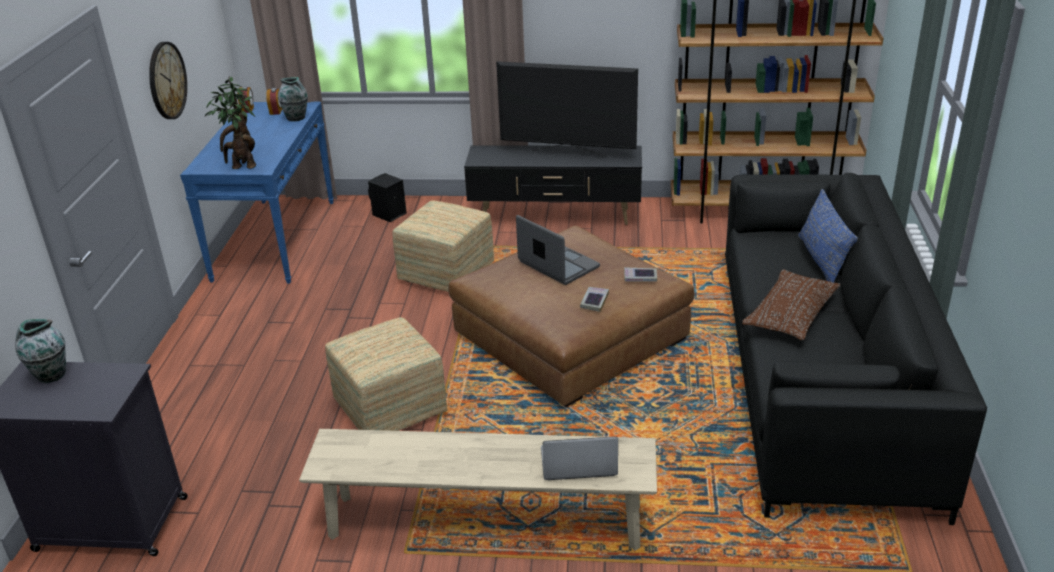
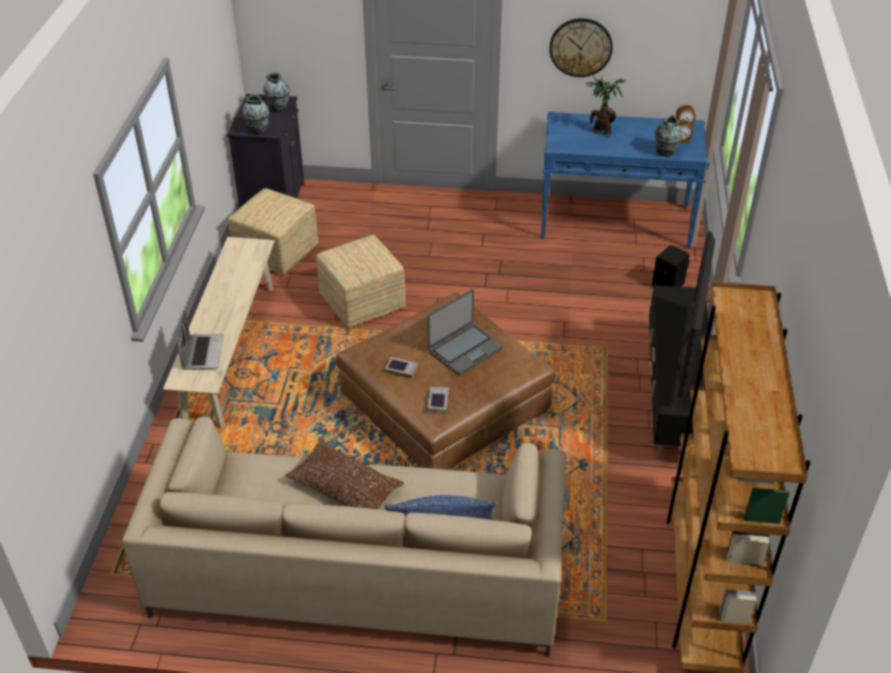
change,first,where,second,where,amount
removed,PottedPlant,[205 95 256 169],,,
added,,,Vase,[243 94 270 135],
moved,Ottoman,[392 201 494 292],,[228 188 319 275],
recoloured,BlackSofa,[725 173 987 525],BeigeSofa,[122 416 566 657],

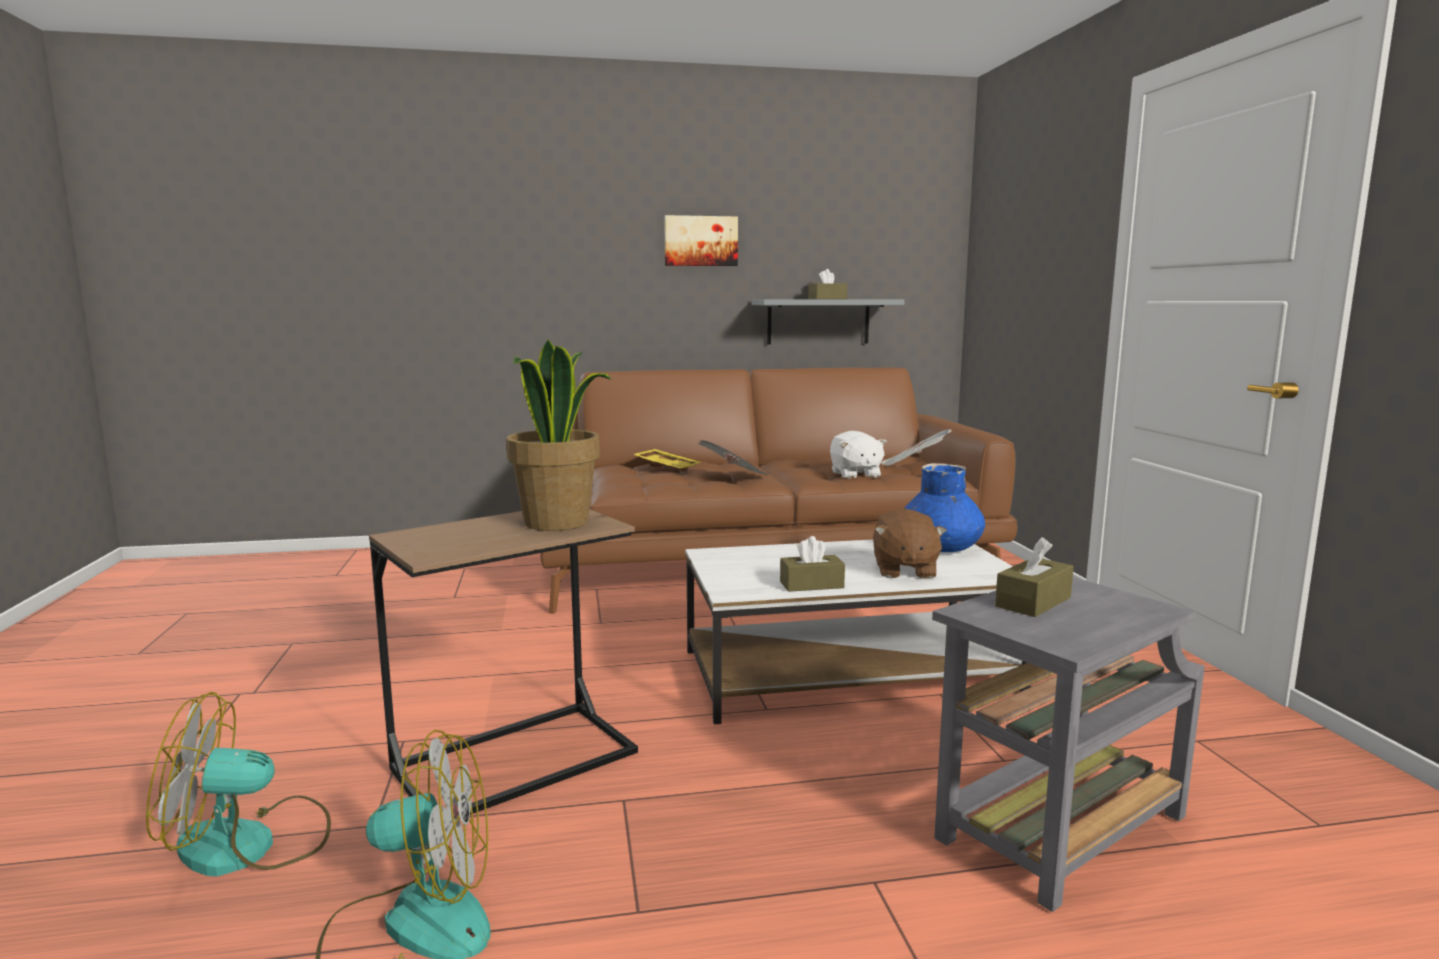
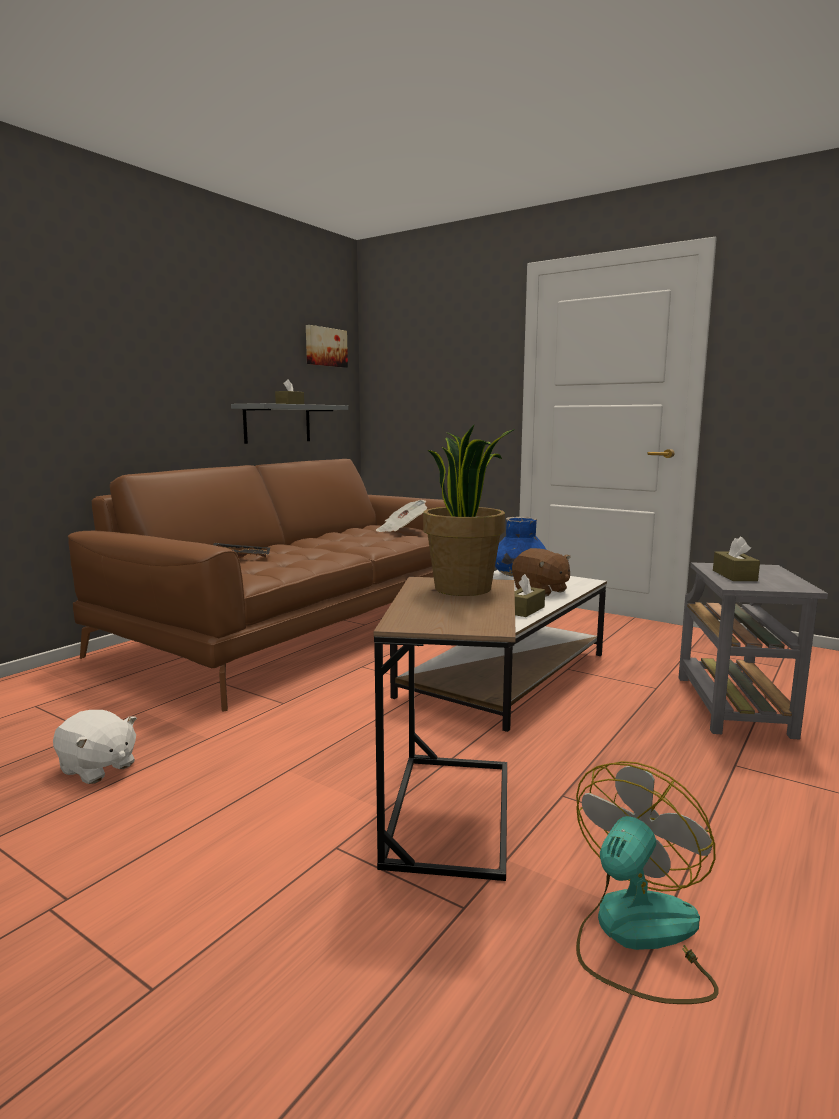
change,first,where,second,where,amount
removed,Fan,[146 692 331 876],,,
removed,Newspaper,[698 440 770 475],,,
moved,Picture,[664 215 738 266],,[306 325 348 368],
moved,WhitePlushToy,[830 431 887 479],,[53 710 137 784],
recoloured,YellowTray,[633 449 700 472],BlackTray,[213 543 270 558],

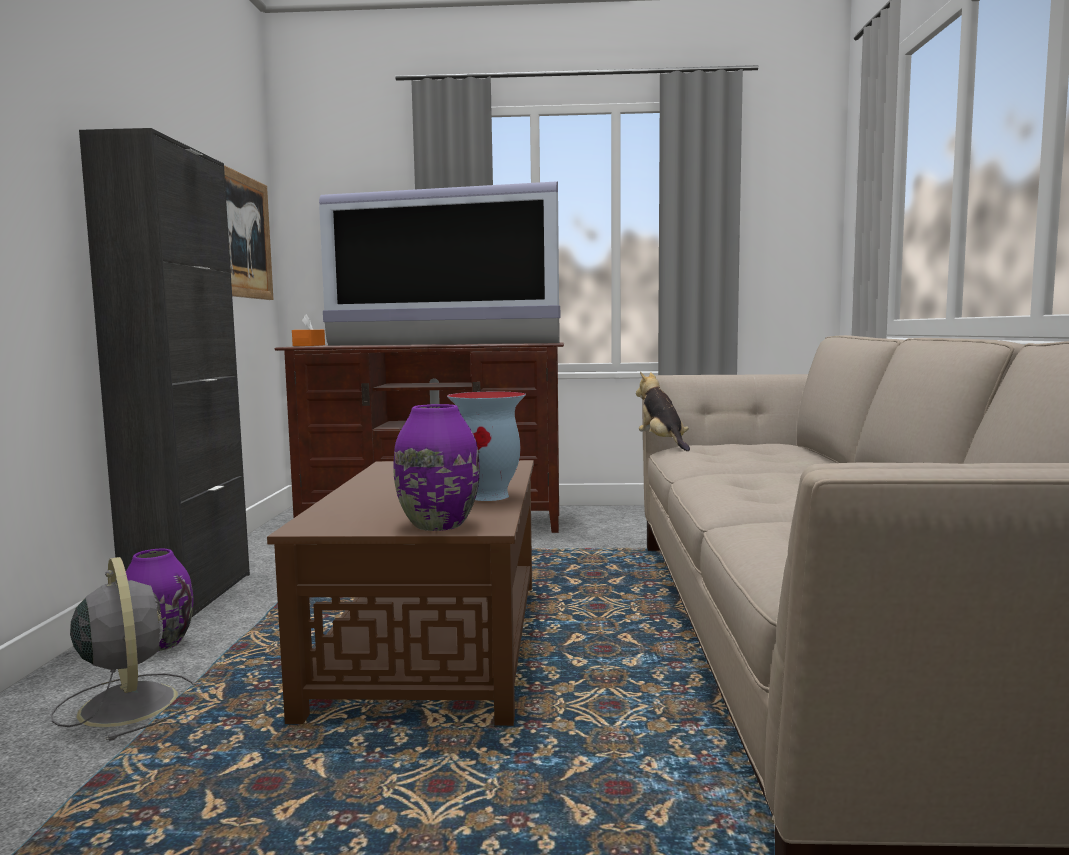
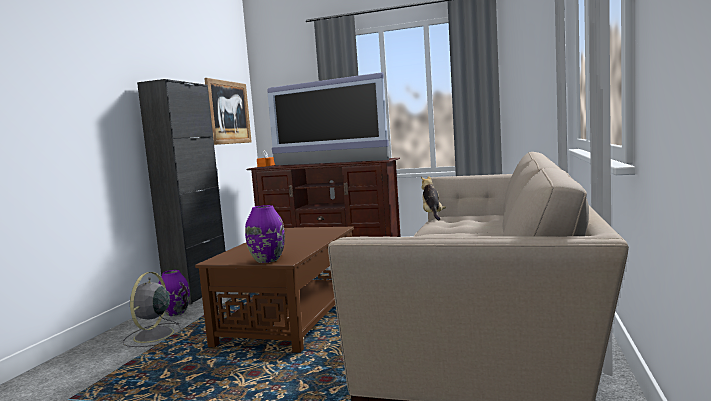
change,first,where,second,where,amount
removed,Vase,[447 392 526 501],,,
turned,GreyFan,[51 557 195 741],,[123 272 181 347],150 degrees counterclockwise

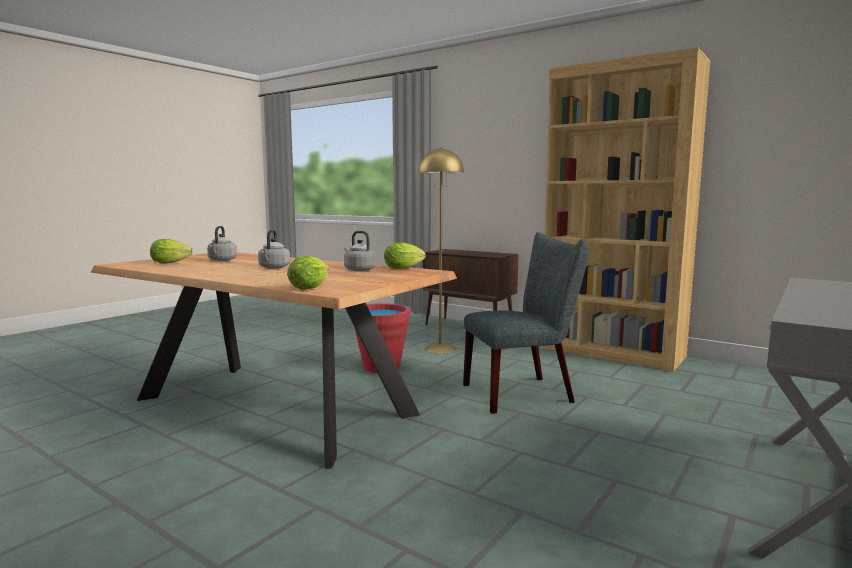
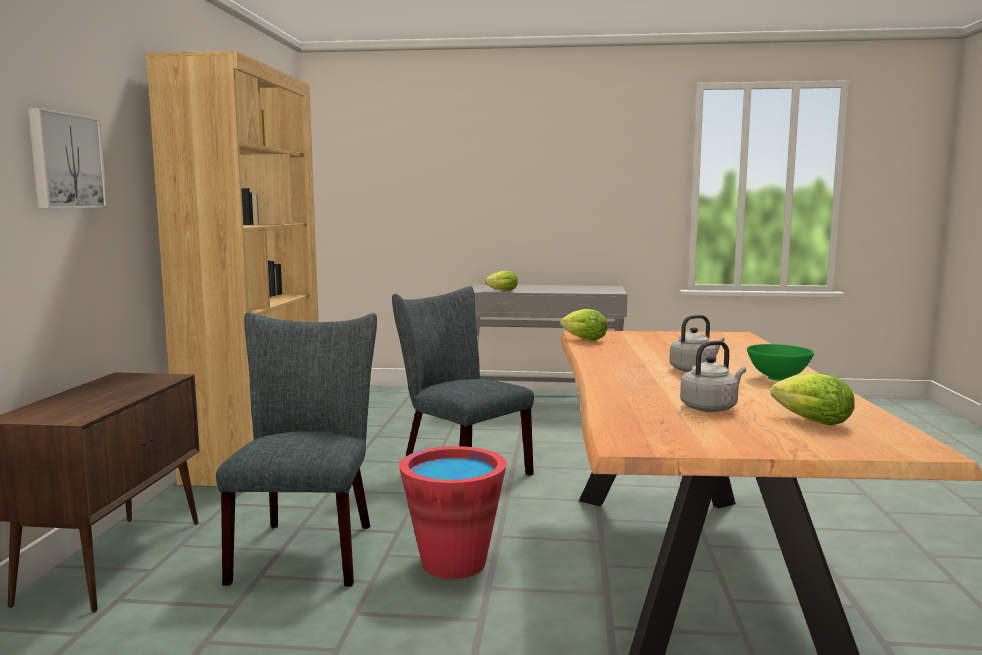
change,first,where,second,where,amount
removed,GreyKettle,[344 231 376 271],,,
added,,,Picture,[28 108 107 208],
added,,,GreenBowl,[747 344 814 381],
moved,Lettuce,[287 255 329 290],,[485 271 518 291],
replaced,YellowFloorLamp,[418 147 464 354],GreyChair,[216 312 377 586],

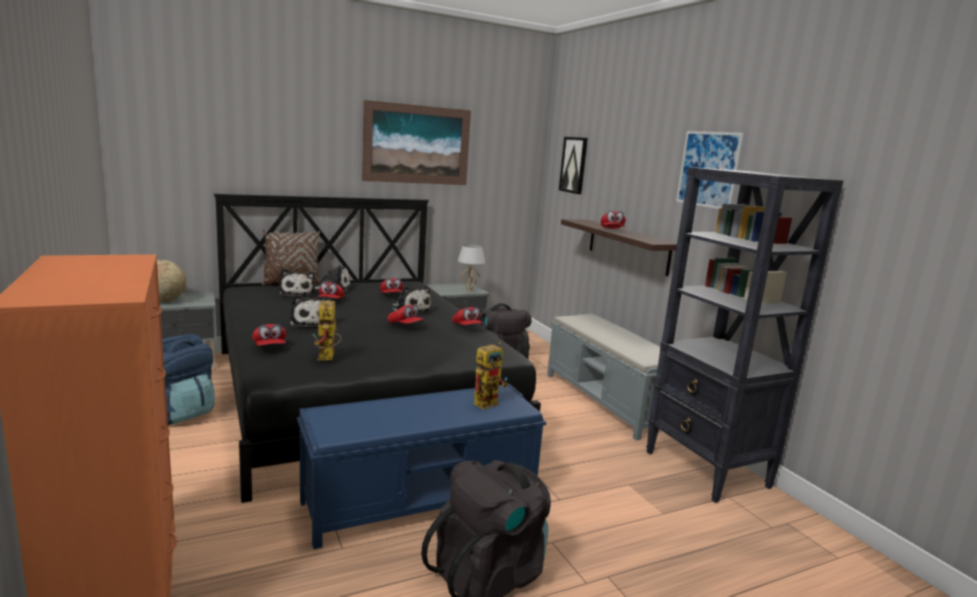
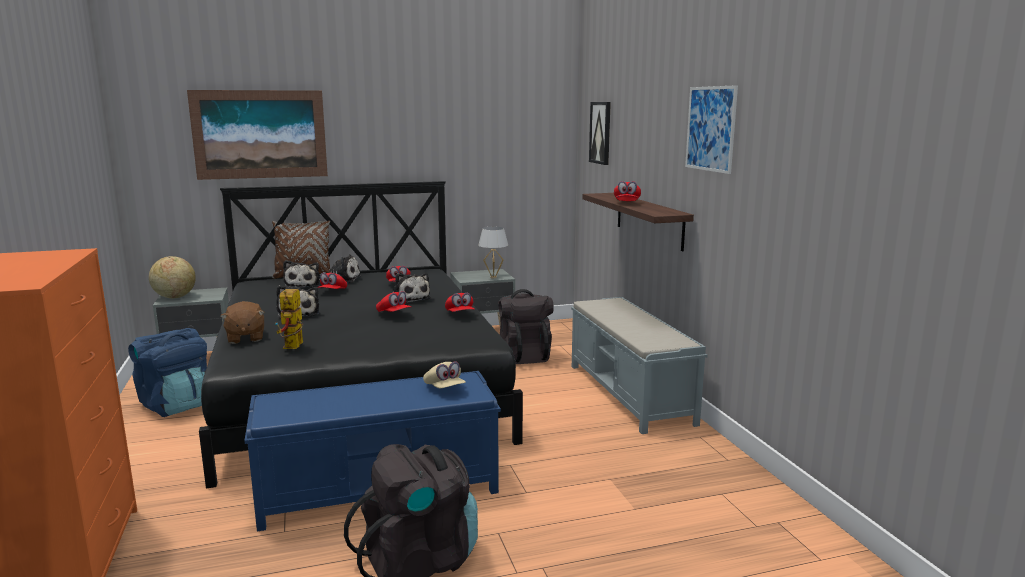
change,first,where,second,where,amount
removed,BlackBookcase,[646 167 843 503],,,
moved,Picture,[362 100 471 185],,[187 90 328 180],
replaced,RedCap,[252 324 286 346],BrownPlushToy,[220 301 265 344],
replaced,ToyRobot,[474 342 508 410],BeigeCap,[423 361 466 388],

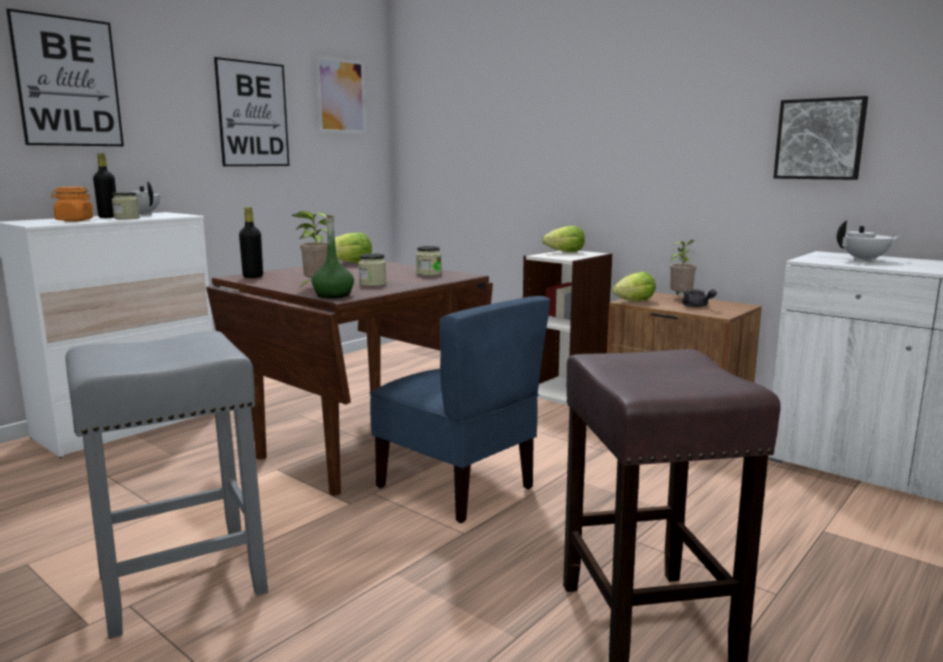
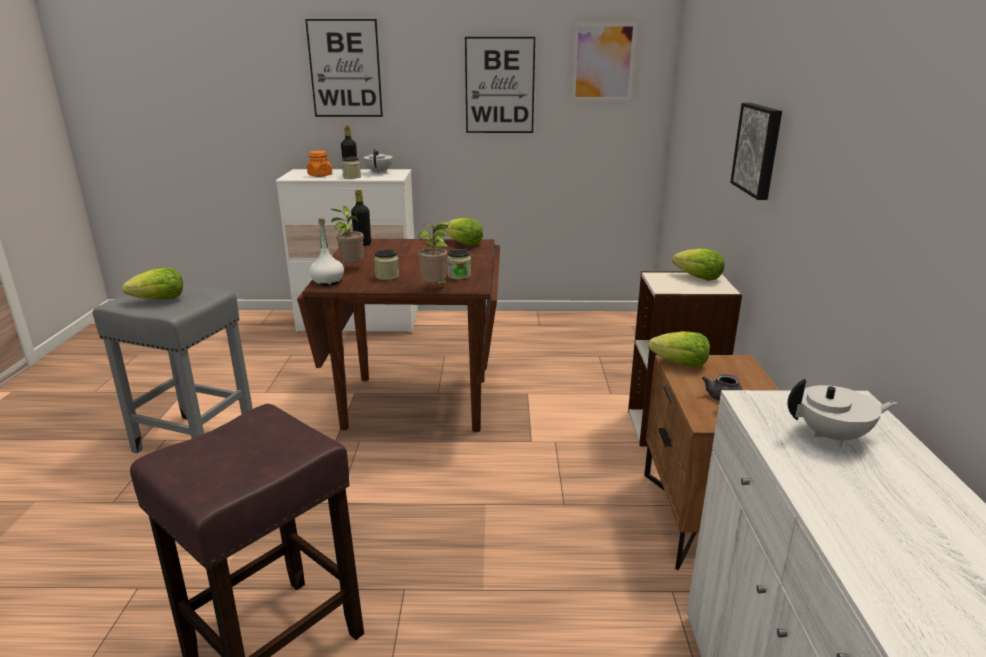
change,first,where,second,where,amount
removed,BlueChair,[370 296 550 523],,,
added,,,Lettuce,[122 267 183 300],
moved,PottedPlant,[670 240 696 295],,[418 222 451 284],
moved,Picture,[773 96 868 180],,[730 103 782 200],
recoloured,GreenBottle,[312 215 354 298],WhiteBottle,[309 218 344 286],
turned,WhiteTeapot,[837 220 901 262],,[788 379 897 447],45 degrees counterclockwise

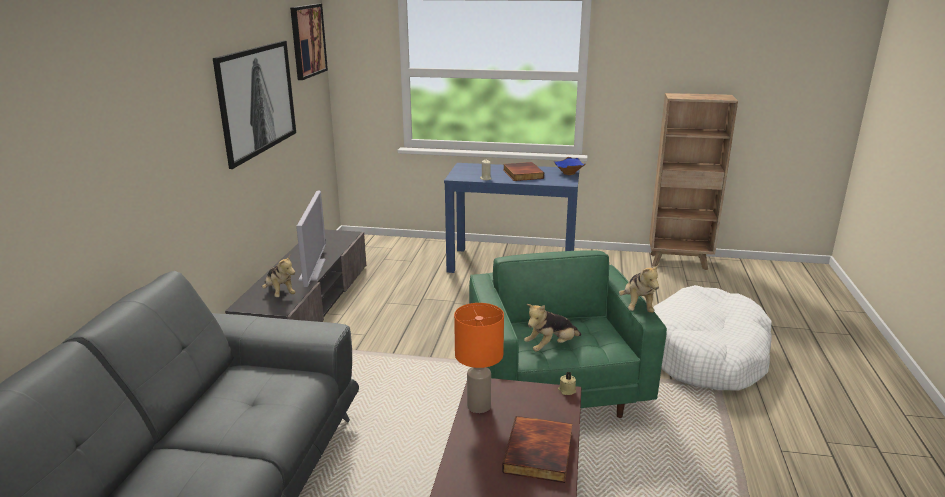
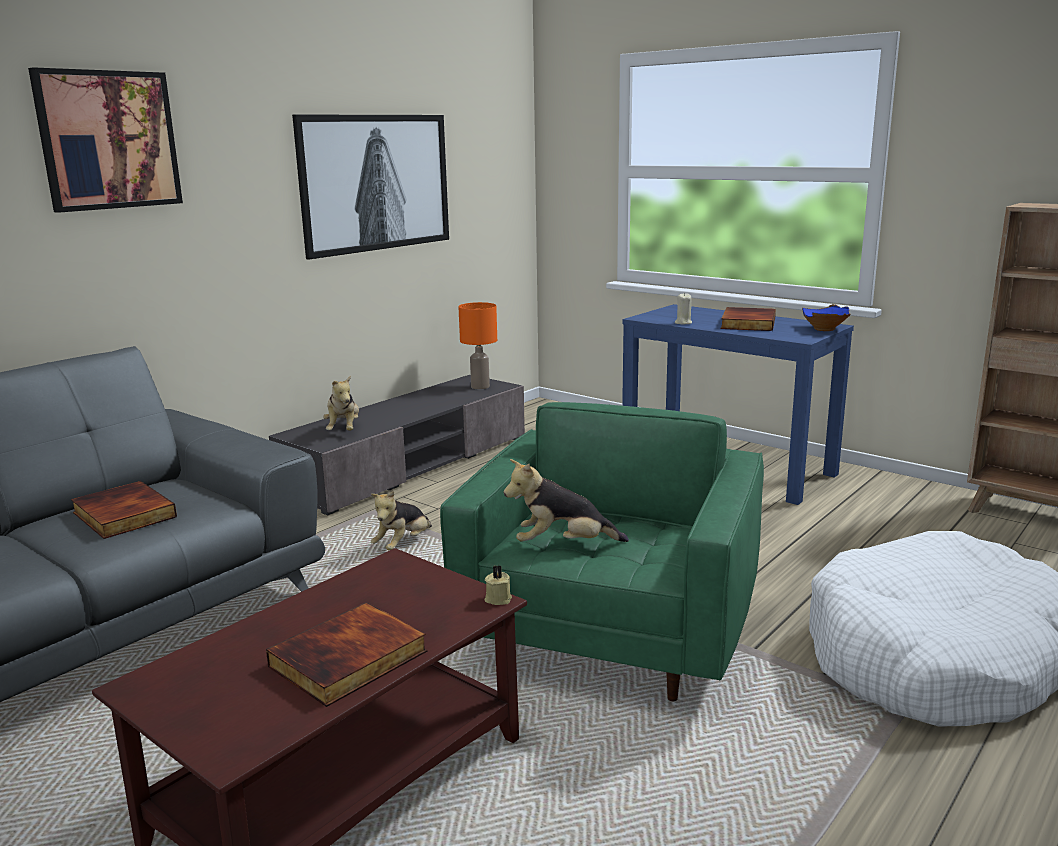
change,first,where,second,where,amount
removed,Television,[296 191 326 287],,,
added,,,Book,[71 481 177 539],
moved,Picture,[290 4 328 80],,[28 67 183 213],
moved,OrangeTableLamp,[454 303 504 413],,[458 302 497 389],
moved,PlushToy,[619 264 659 313],,[371 490 432 551],

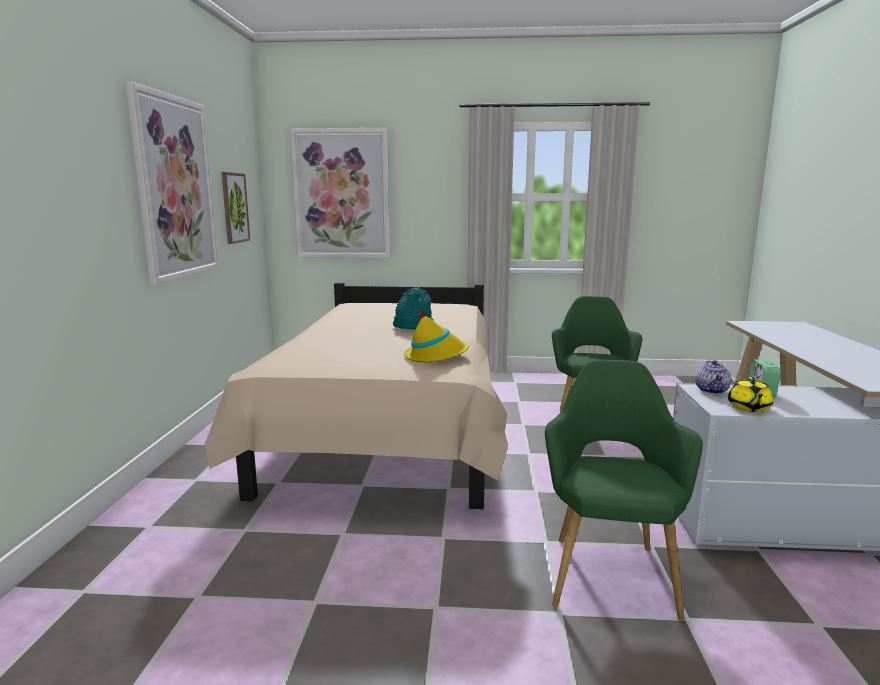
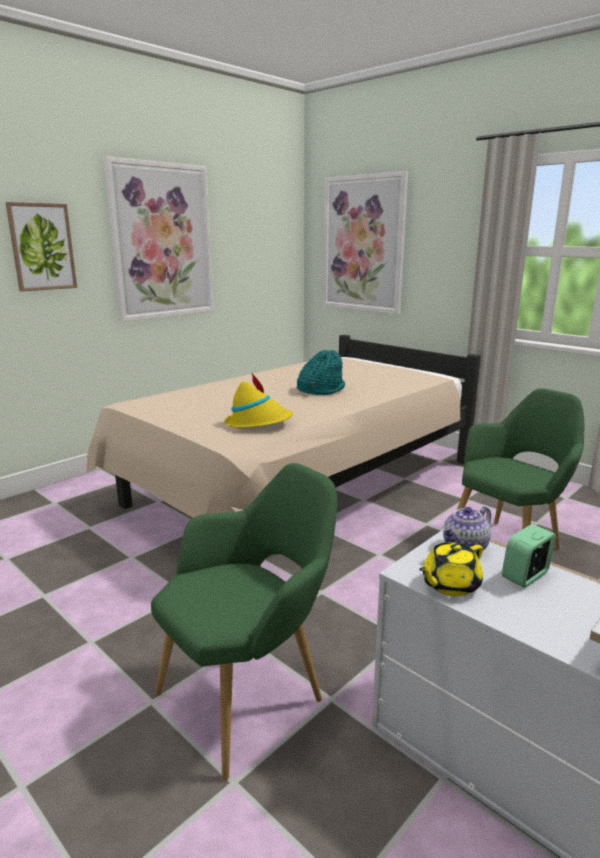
change,first,where,second,where,amount
moved,Picture,[221 172 250 244],,[5 202 77 292],

